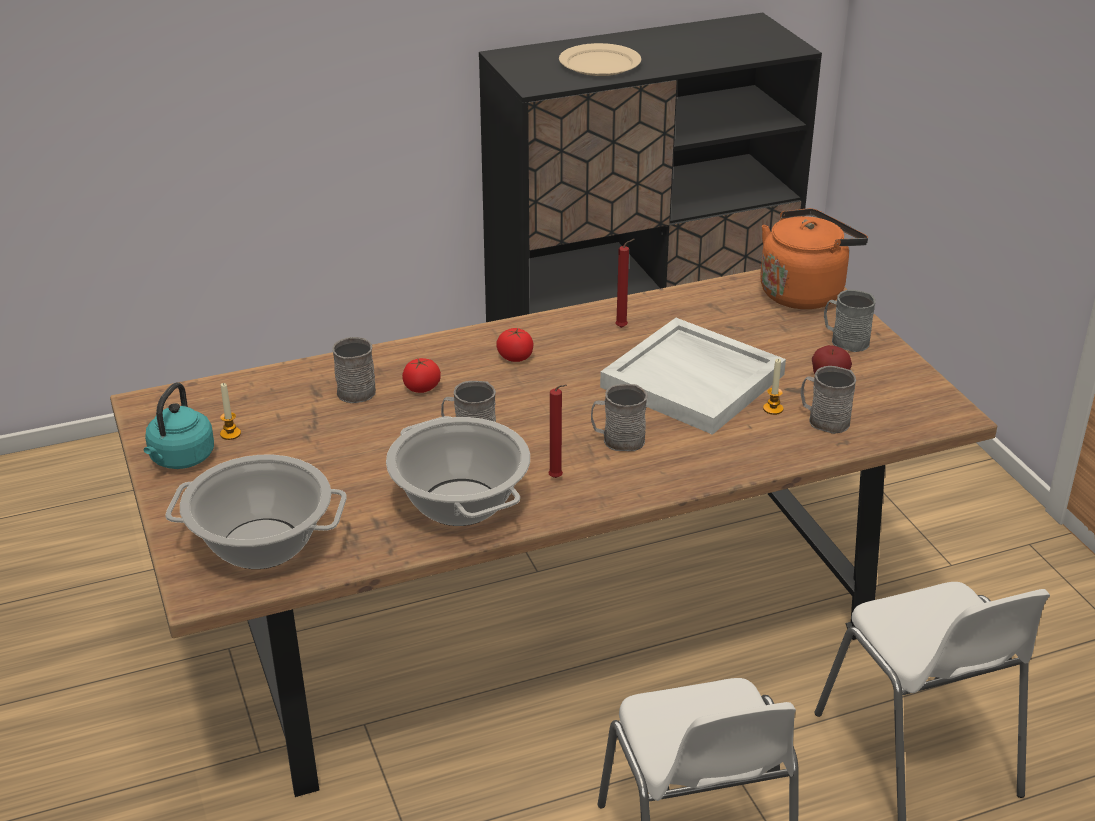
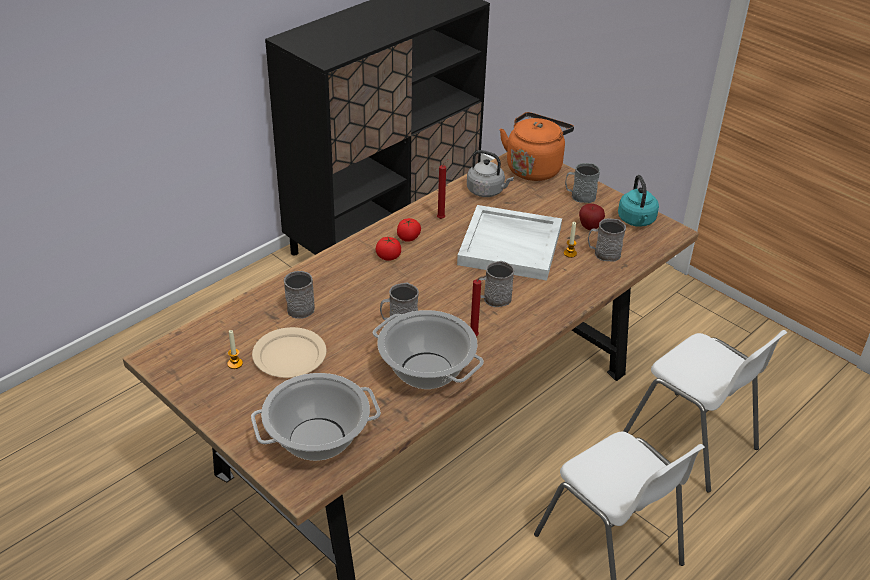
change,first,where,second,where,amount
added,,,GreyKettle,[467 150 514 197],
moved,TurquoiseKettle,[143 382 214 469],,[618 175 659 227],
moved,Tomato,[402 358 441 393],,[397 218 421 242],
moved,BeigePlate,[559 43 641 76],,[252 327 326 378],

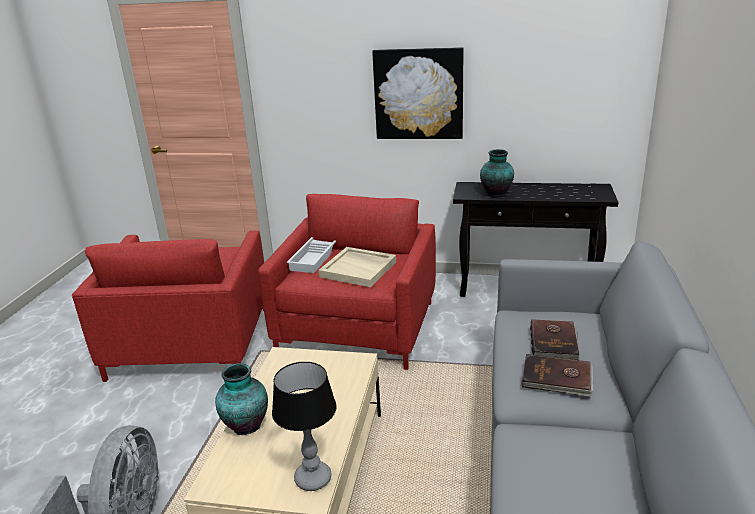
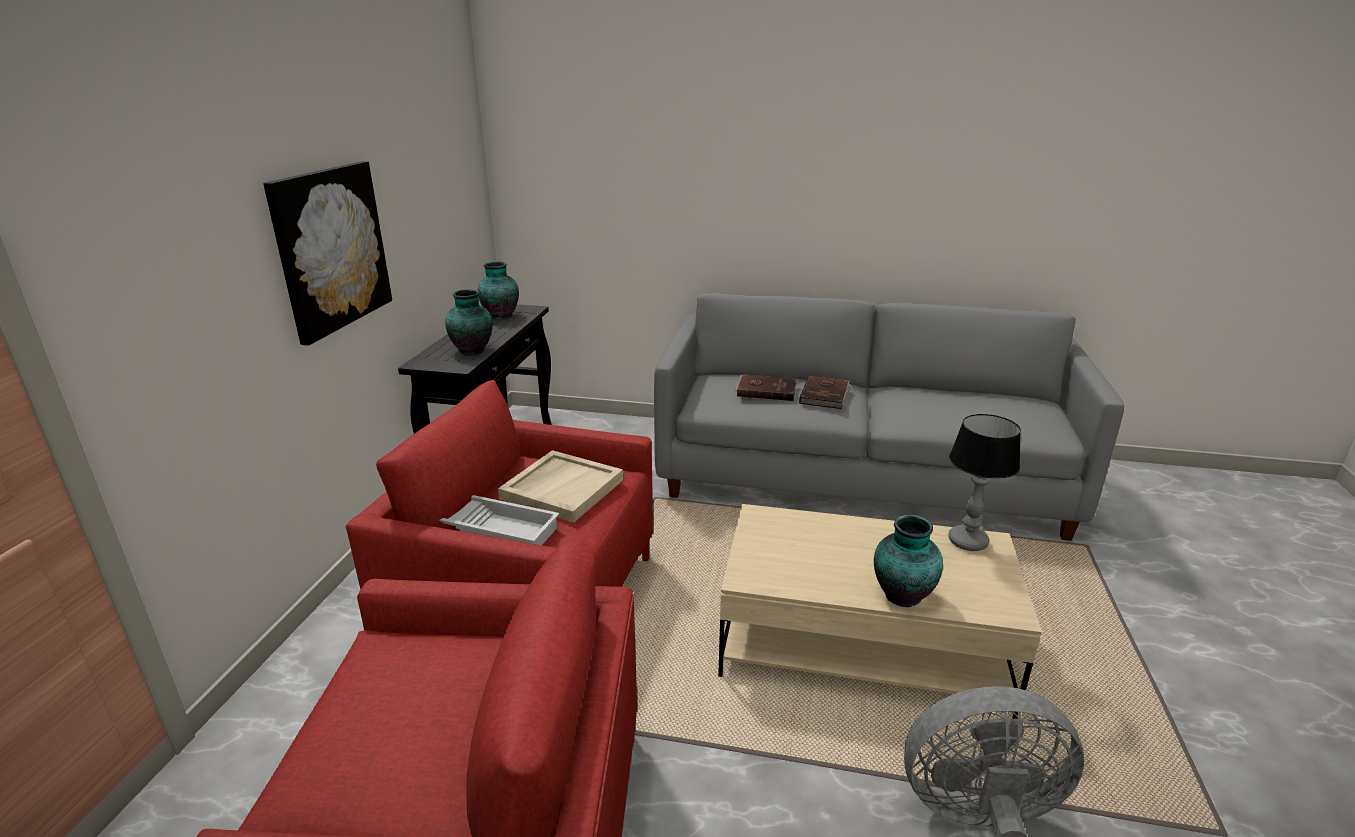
change,first,where,second,where,amount
added,,,Vase,[478 262 519 319],

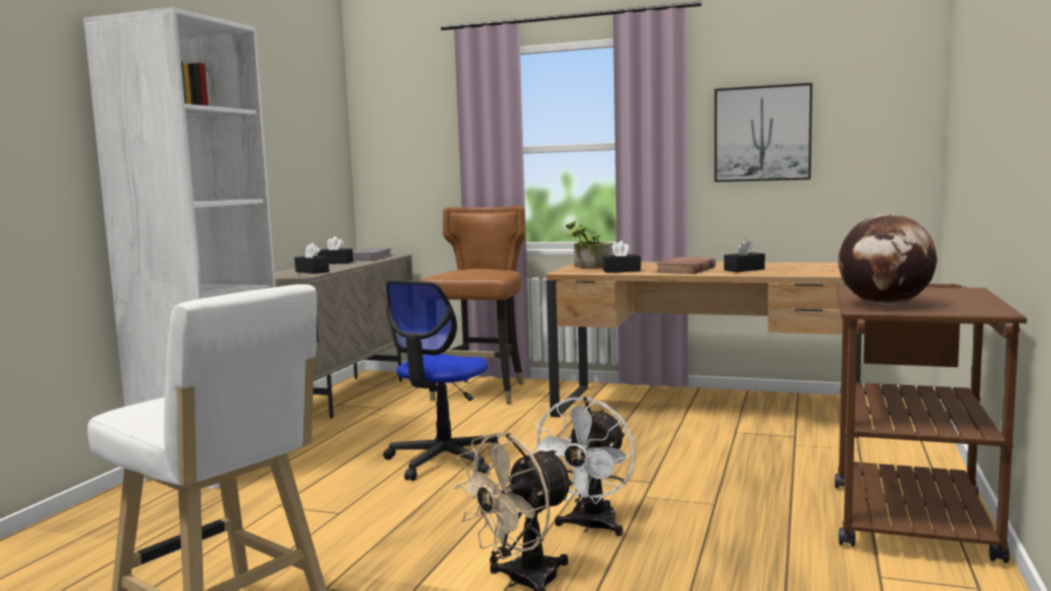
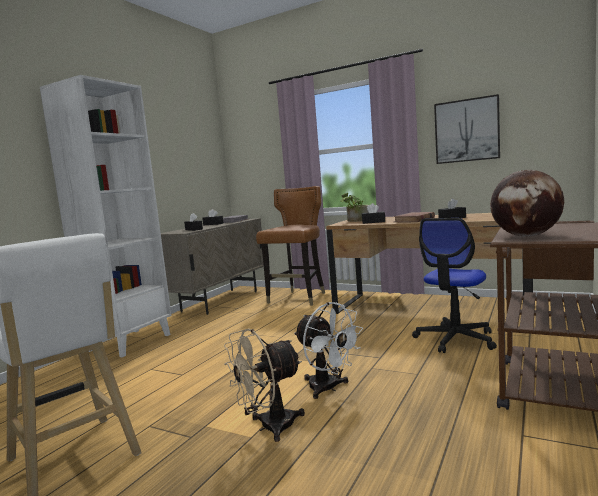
change,first,where,second,where,amount
moved,OfficeChair,[383 280 498 481],,[412 218 497 353],
turned,WhiteFan,[530 396 635 536],,[294 302 363 399],75 degrees counterclockwise

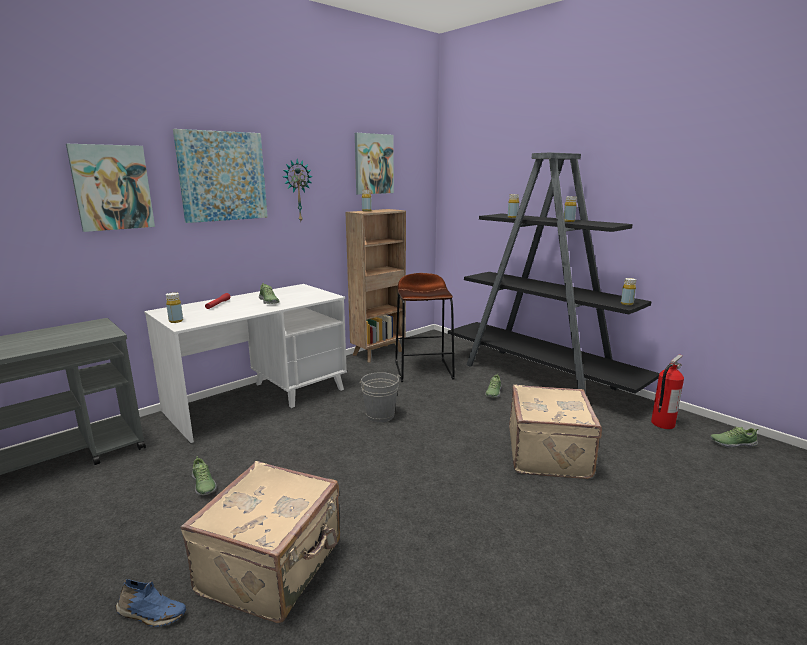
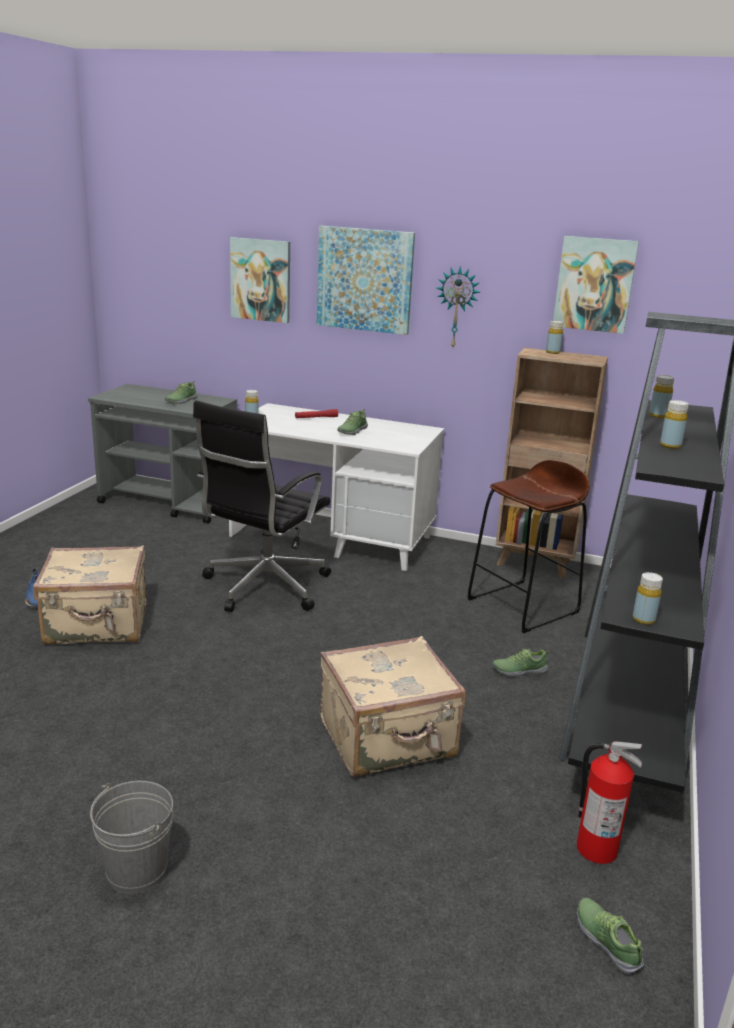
change,first,where,second,where,amount
added,,,BlackOfficeChair,[193 401 331 612],
moved,Shoe,[192 456 217 495],,[165 381 198 404],
moved,GreyBucket,[359 372 401 422],,[90 781 173 894],

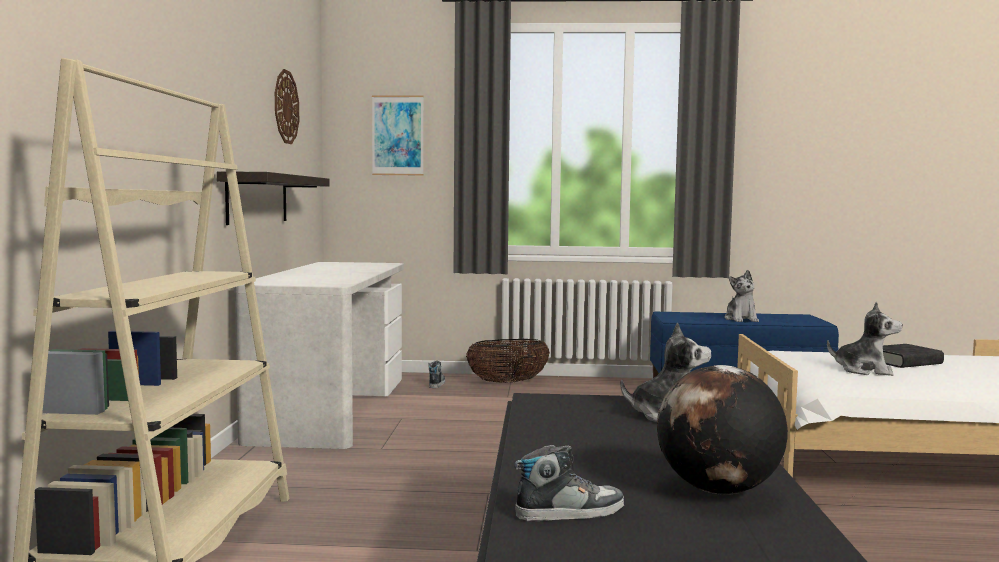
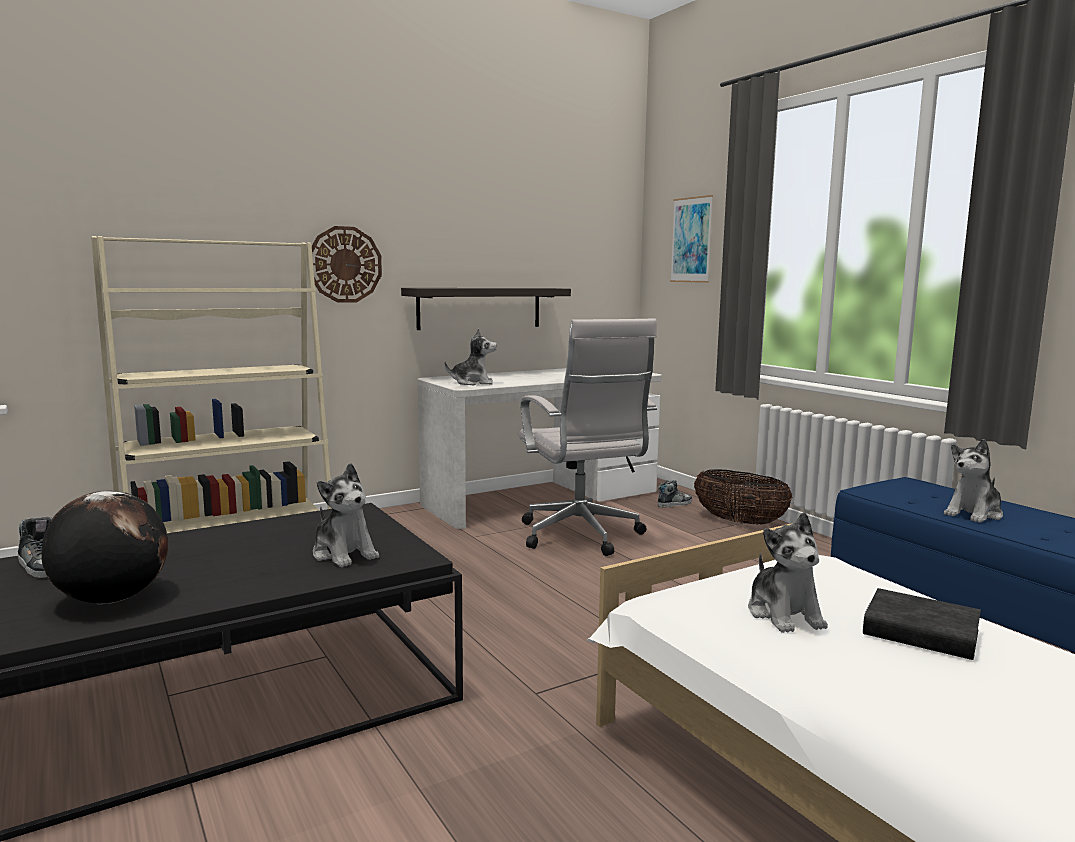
change,first,where,second,where,amount
added,,,PlushToy,[444 328 497 385],
added,,,WhiteOfficeChair,[519 319 657 556],
moved,WallClock,[275 69 299 144],,[312 226 382 303],

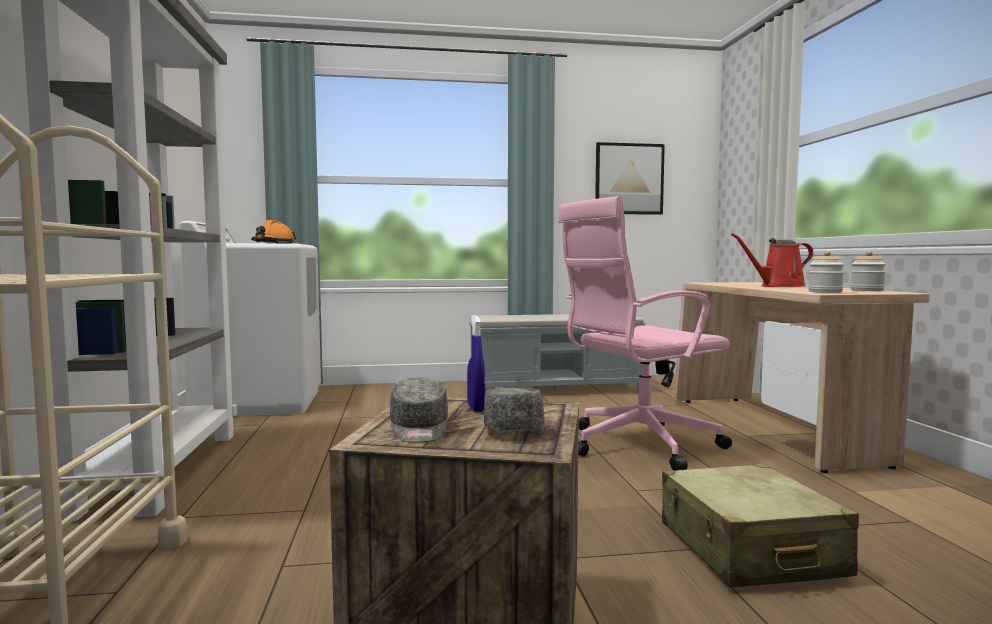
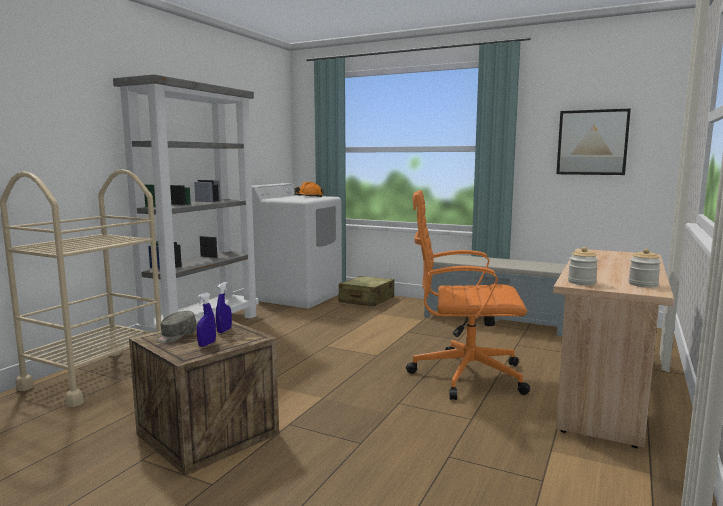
change,first,where,second,where,amount
removed,RedWateringCan,[731 233 813 287],,,
moved,BeigeSuitcase,[662 464 859 588],,[339 276 394 306],
replaced,GreyCap,[484 388 544 431],BlueSprayBottle,[197 292 216 347],
recoloured,PinkOfficeChair,[558 196 732 471],OrangeOfficeChair,[406 190 530 400],

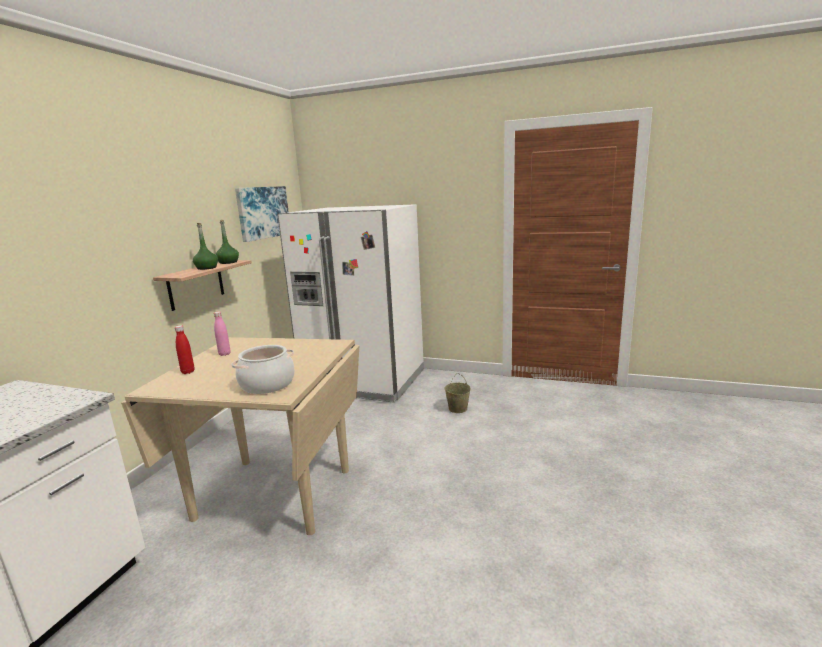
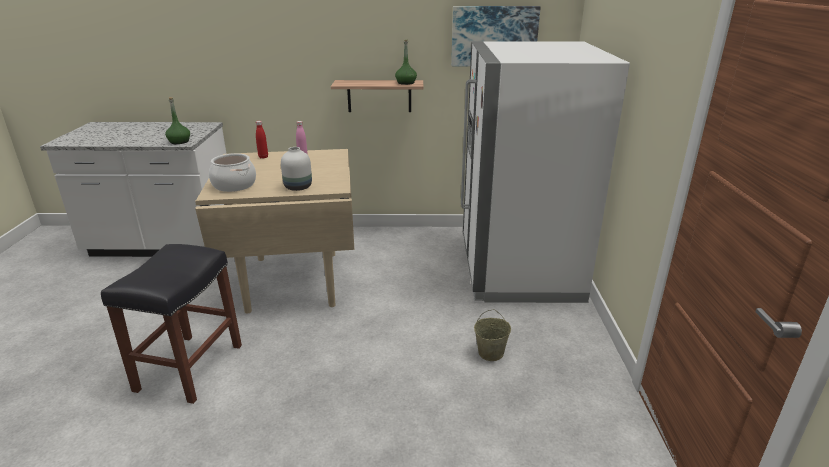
change,first,where,second,where,amount
added,,,BlackStool,[101 244 242 404],
added,,,WhiteVase,[281 147 312 191],
moved,GreenBottle,[193 223 218 270],,[165 97 190 144],

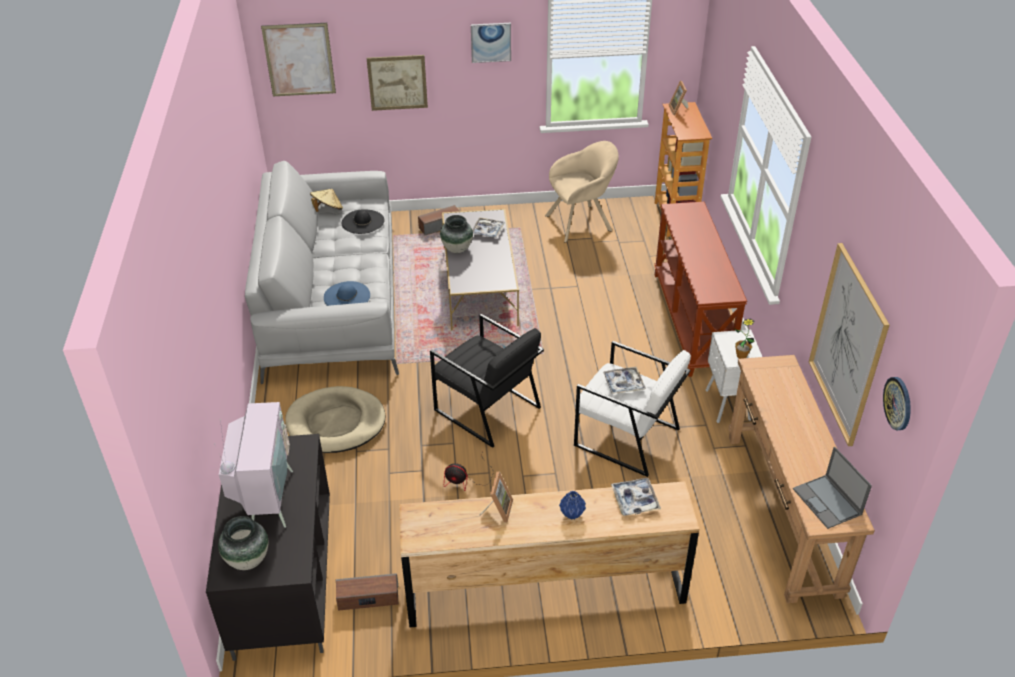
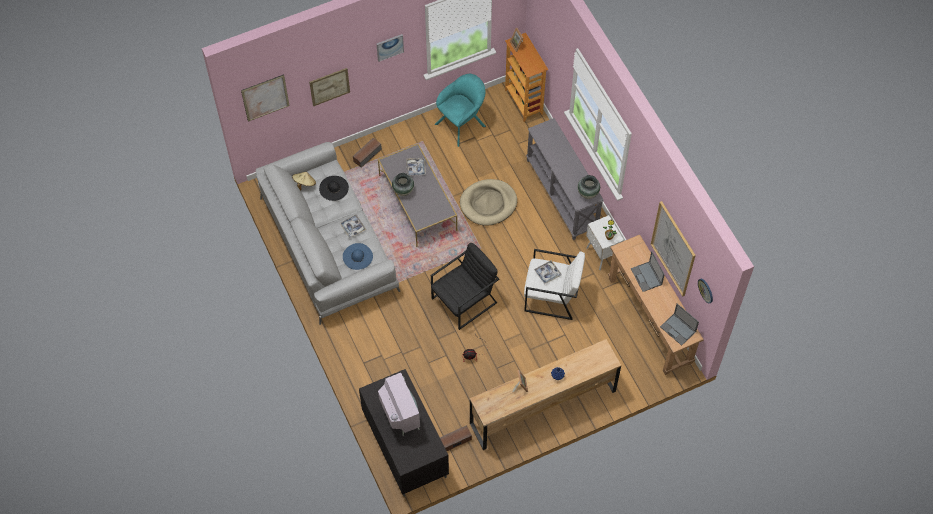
change,first,where,second,where,amount
added,,,Laptop,[631 251 665 292],
moved,Vase,[218 516 269 570],,[578 175 600 199],
moved,BeigeDogBed,[285 386 386 453],,[460 179 517 226],
moved,Tray,[611 478 661 516],,[340 215 366 238],
recoloured,BeigeArmchair,[545 141 619 243],TurquoiseArmchair,[435 74 486 147],
recoloured,BrownConsoleTable,[654 202 747 377],GreyConsoleTable,[526 118 603 240],
turned,BlackArmchair,[430 314 544 448],,[431 243 499 330],60 degrees counterclockwise

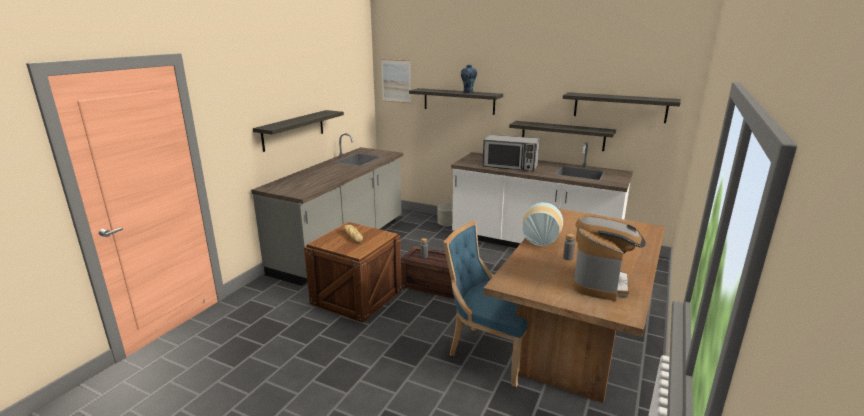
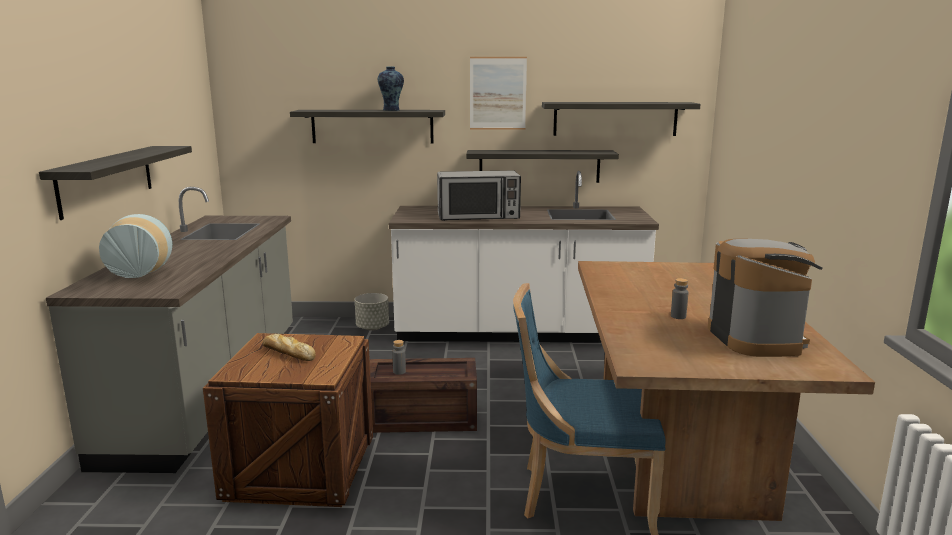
change,first,where,second,where,amount
moved,Picture,[381 59 411 103],,[470 57 527 130],
moved,Vase,[523 202 563 246],,[99 214 172 278],

